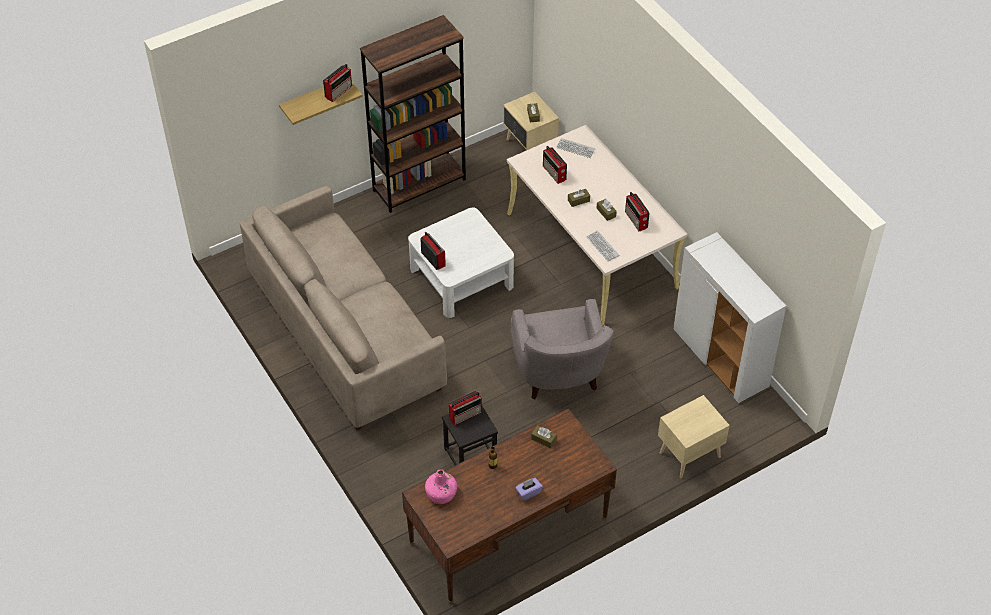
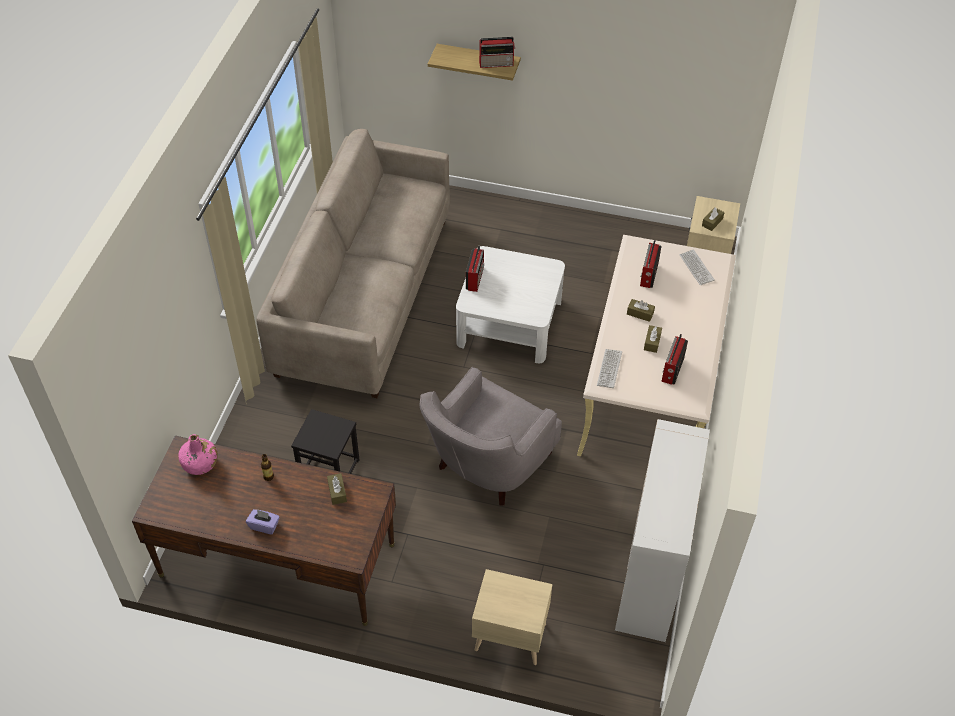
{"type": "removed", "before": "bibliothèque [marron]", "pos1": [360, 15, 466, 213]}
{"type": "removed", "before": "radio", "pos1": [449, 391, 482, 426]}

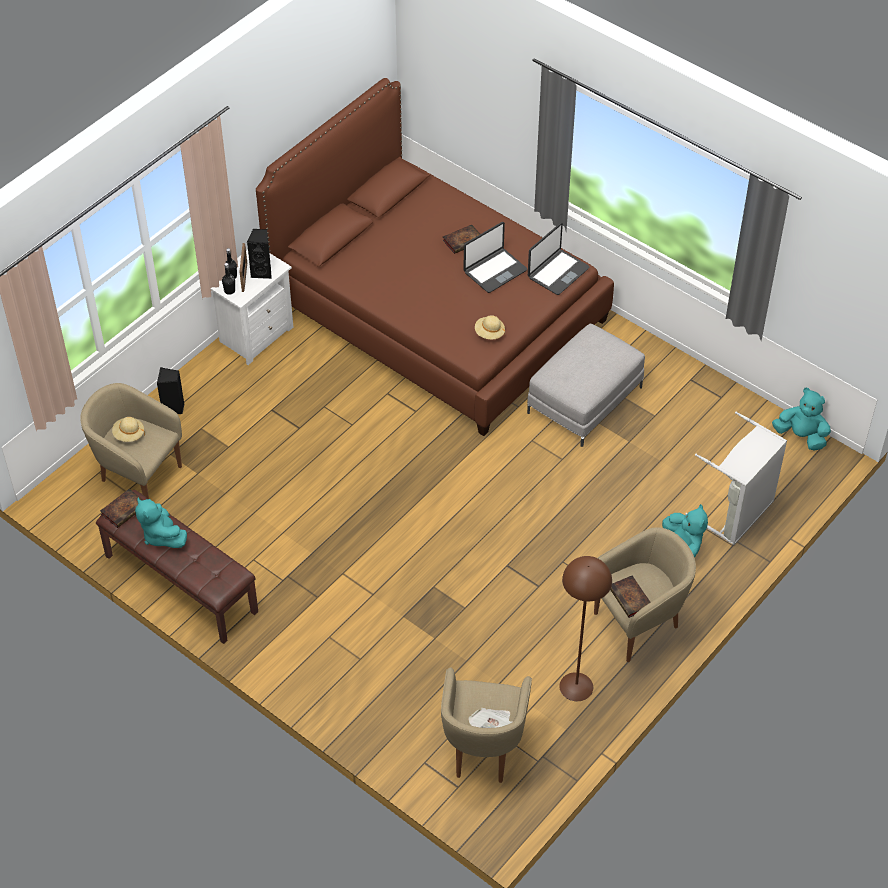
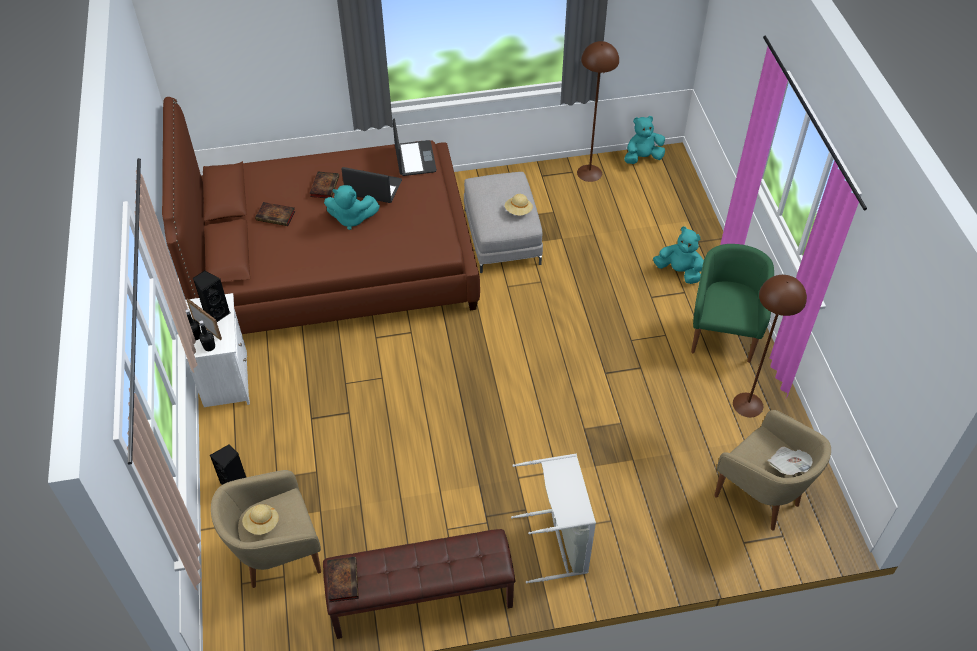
{"type": "turned", "before": "ordinateur portable", "pos1": [464, 222, 527, 293], "pos2": [342, 167, 402, 203], "turn": -75}
{"type": "moved", "before": "chapeau [beige]", "pos1": [475, 315, 505, 339], "pos2": [505, 194, 533, 216]}
{"type": "moved", "before": "panier à linge [gris]", "pos1": [685, 412, 787, 545], "pos2": [511, 454, 596, 584]}
{"type": "moved", "before": "peluche [turquoise]", "pos1": [135, 498, 187, 548], "pos2": [324, 185, 380, 230]}
{"type": "recoloured", "before": "fauteuil [beige]", "after": "fauteuil [vert]", "pos1": [594, 527, 696, 662], "pos2": [691, 244, 774, 363]}
{"type": "moved", "before": "livre", "pos1": [610, 575, 650, 618], "pos2": [255, 202, 295, 226]}
{"type": "added", "after": "lampadaire [marron]", "pos2": [577, 41, 619, 182]}

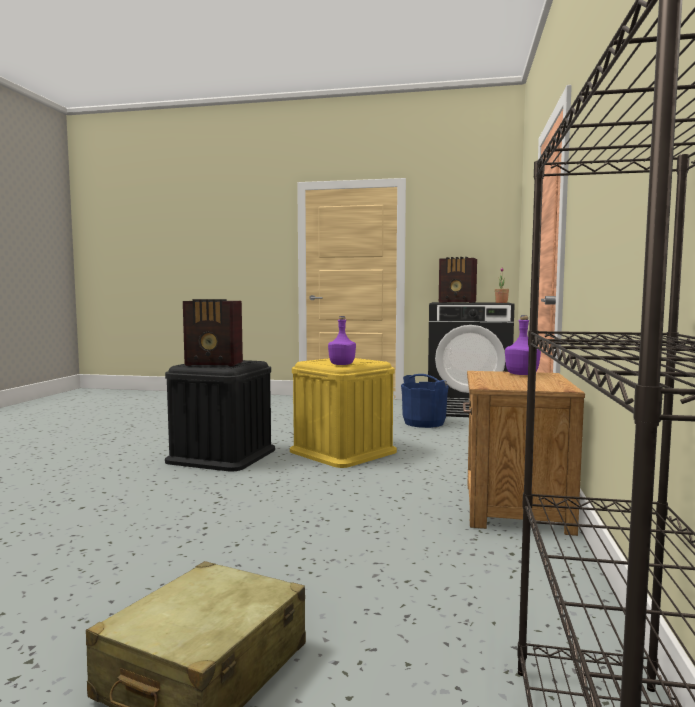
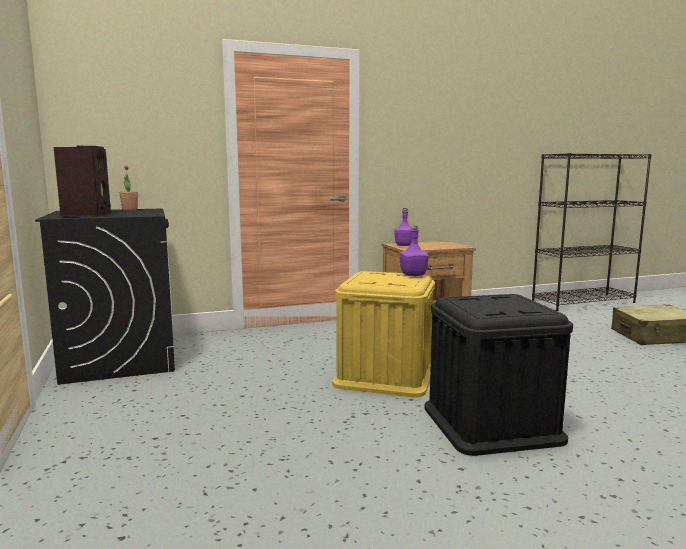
{"type": "removed", "before": "radio", "pos1": [183, 299, 243, 366]}
{"type": "removed", "before": "seau [bleu]", "pos1": [401, 374, 449, 428]}

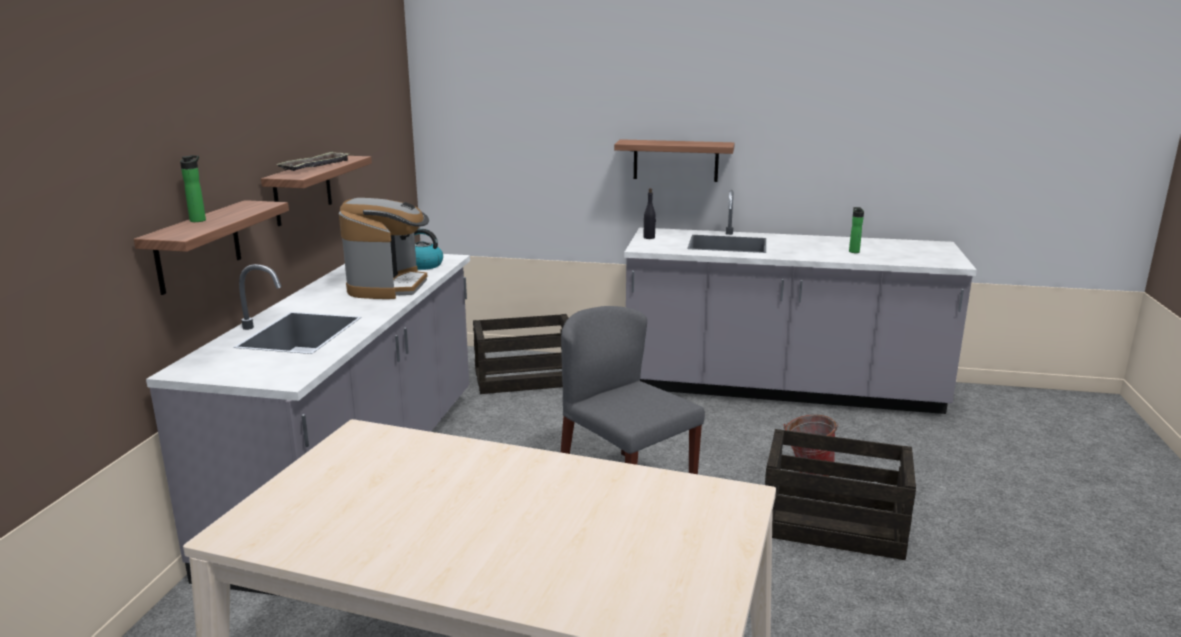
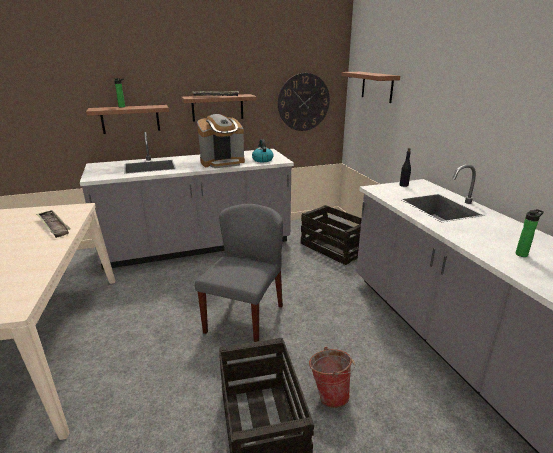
{"type": "moved", "before": "étagère", "pos1": [614, 139, 735, 182], "pos2": [341, 72, 400, 103]}
{"type": "added", "after": "horloge murale", "pos2": [278, 73, 330, 131]}
{"type": "added", "after": "plateau", "pos2": [36, 210, 71, 238]}

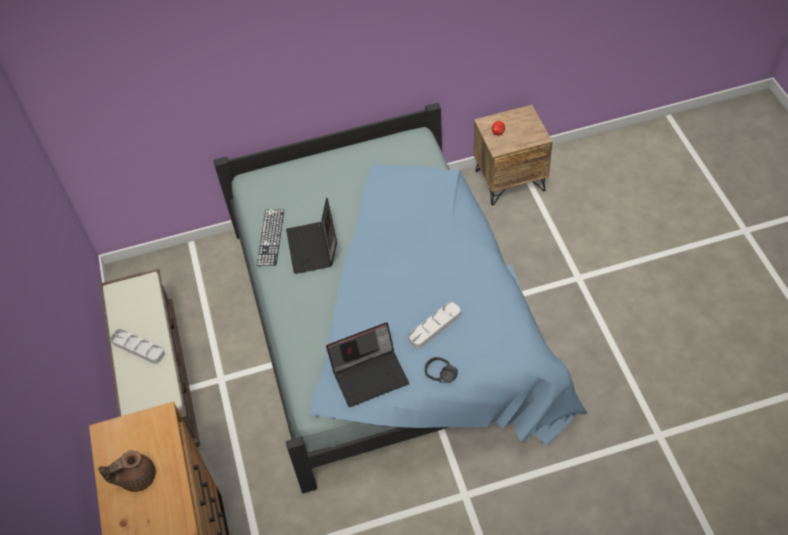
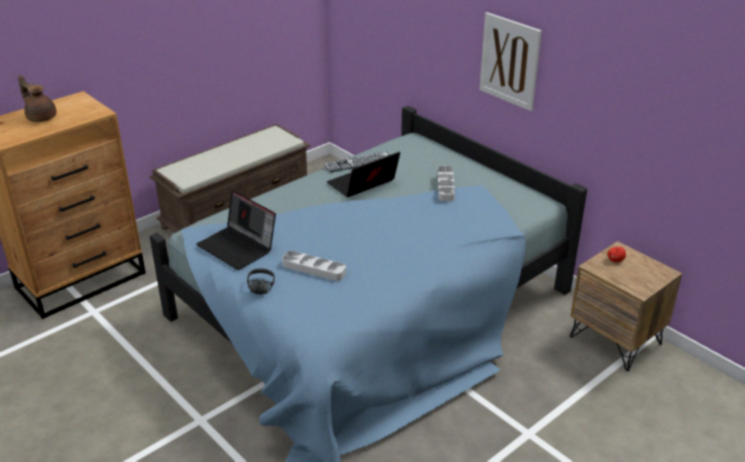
{"type": "moved", "before": "plateau [gris]", "pos1": [110, 329, 165, 364], "pos2": [437, 166, 455, 201]}
{"type": "added", "after": "tableau", "pos2": [479, 12, 542, 111]}

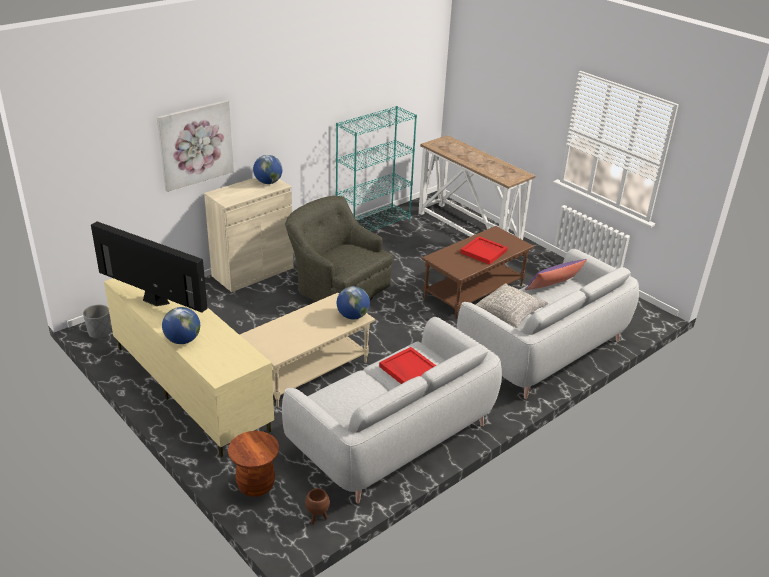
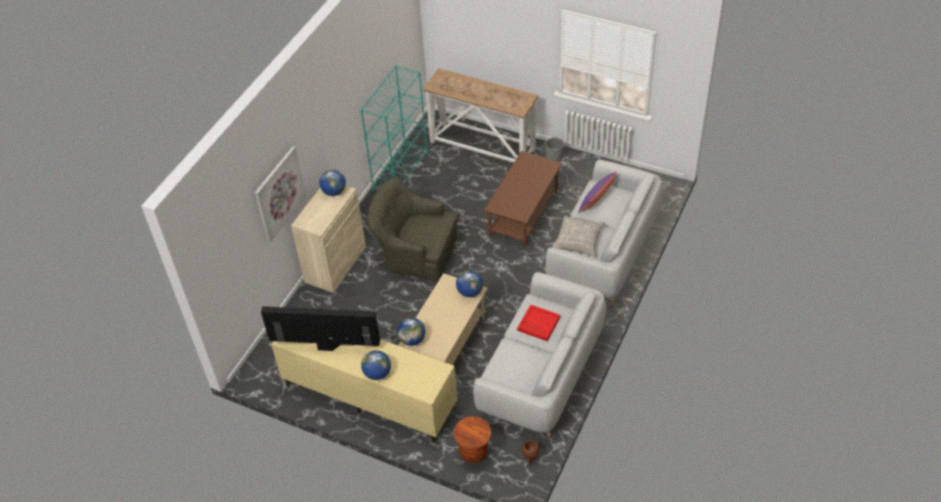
{"type": "removed", "before": "plateau [rouge]", "pos1": [460, 236, 508, 265]}
{"type": "moved", "before": "cache-pot [gris]", "pos1": [83, 304, 112, 338], "pos2": [545, 137, 564, 162]}
{"type": "added", "after": "globe", "pos2": [397, 318, 425, 346]}

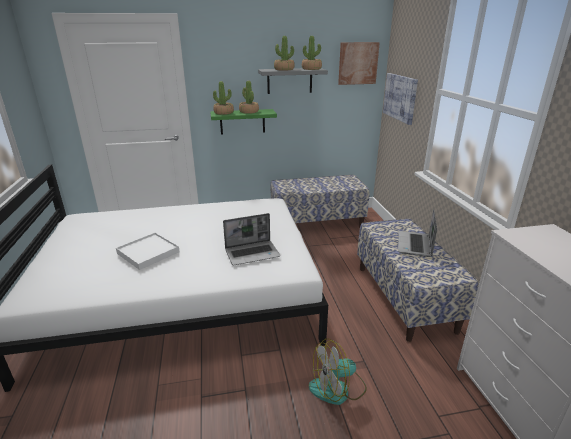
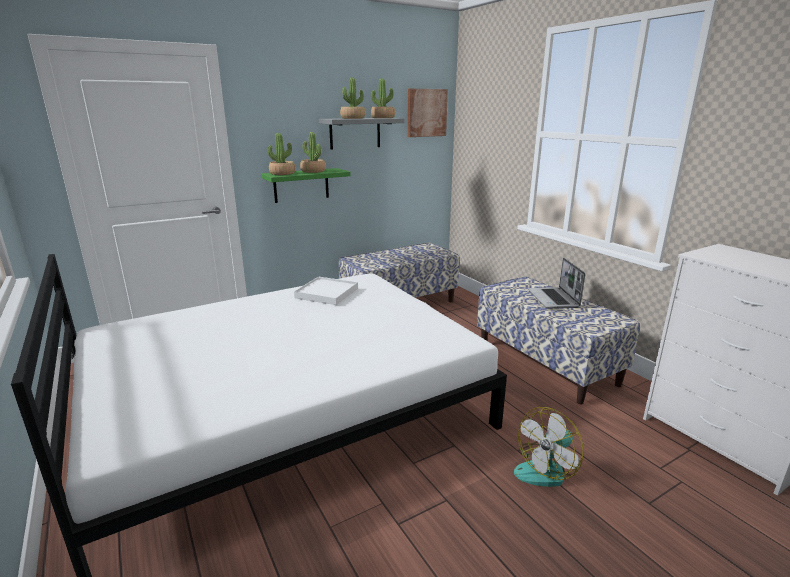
{"type": "removed", "before": "tableau", "pos1": [383, 73, 418, 125]}
{"type": "removed", "before": "ordinateur portable", "pos1": [223, 213, 280, 266]}
{"type": "moved", "before": "plateau [blanc]", "pos1": [116, 233, 180, 270], "pos2": [294, 277, 358, 305]}

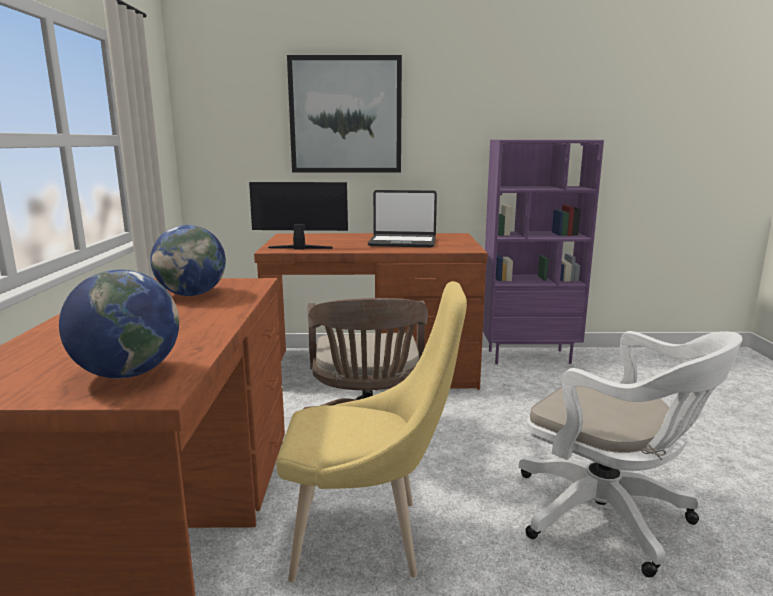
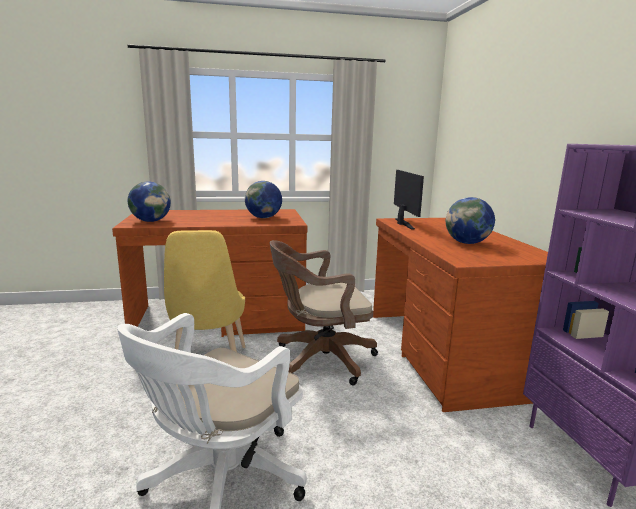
{"type": "removed", "before": "tableau", "pos1": [287, 55, 402, 173]}
{"type": "replaced", "before": "ordinateur portable", "after": "globe", "pos1": [368, 190, 437, 247], "pos2": [446, 197, 495, 244]}

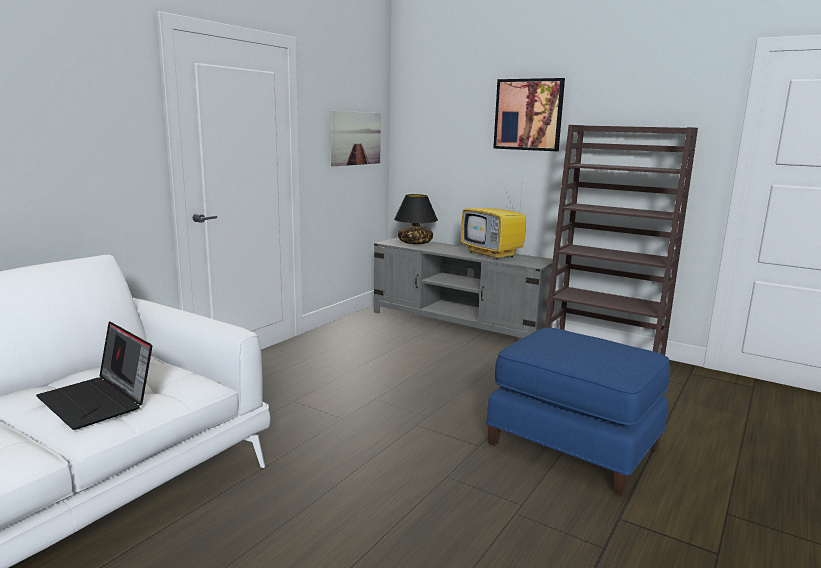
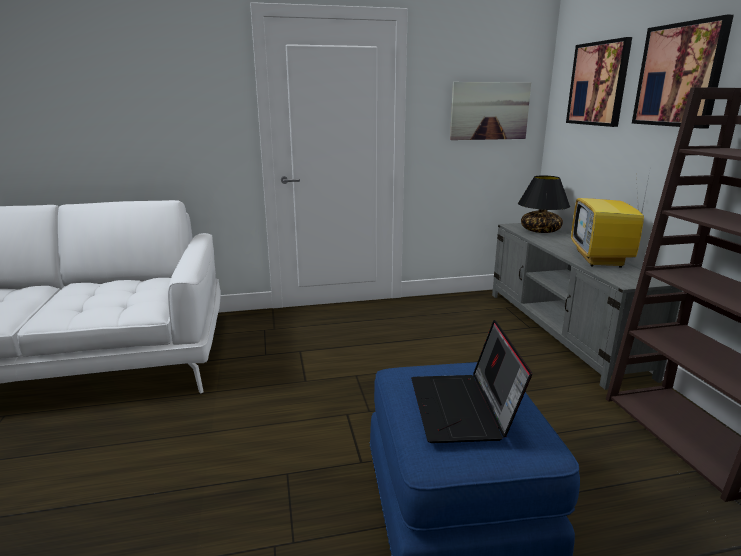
{"type": "moved", "before": "ordinateur portable", "pos1": [36, 321, 152, 430], "pos2": [411, 320, 532, 443]}
{"type": "added", "after": "tableau", "pos2": [566, 37, 632, 127]}

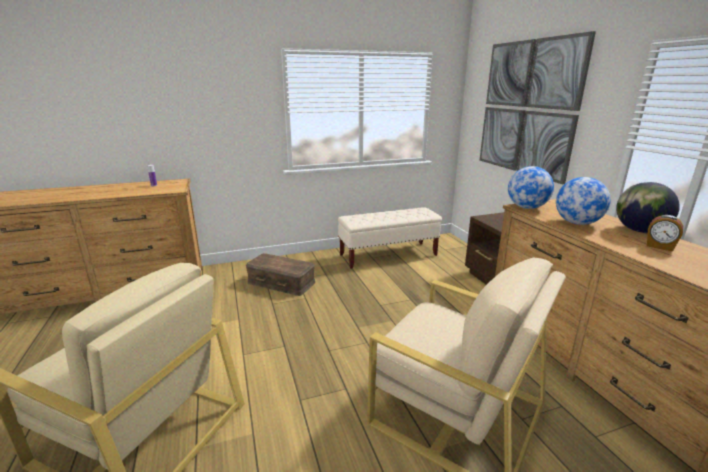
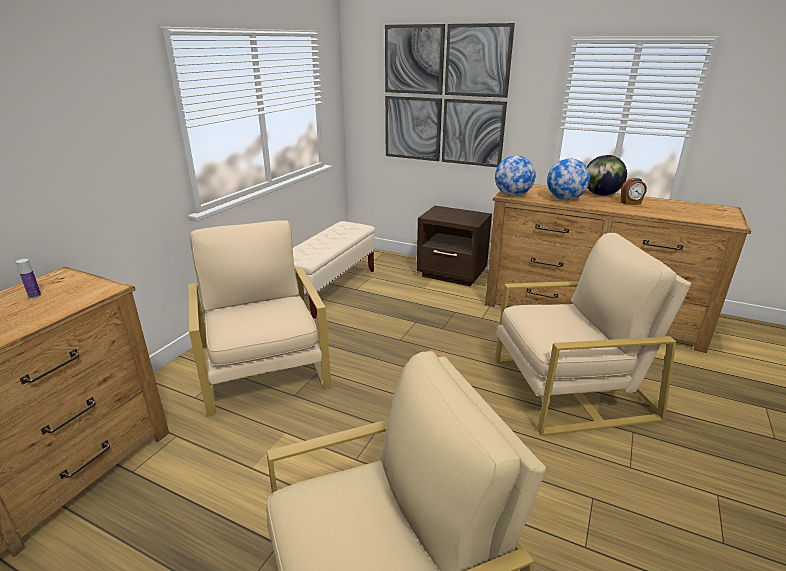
{"type": "replaced", "before": "boîte de rangement [marron]", "after": "fauteuil [beige]", "pos1": [246, 253, 315, 296], "pos2": [188, 220, 331, 417]}

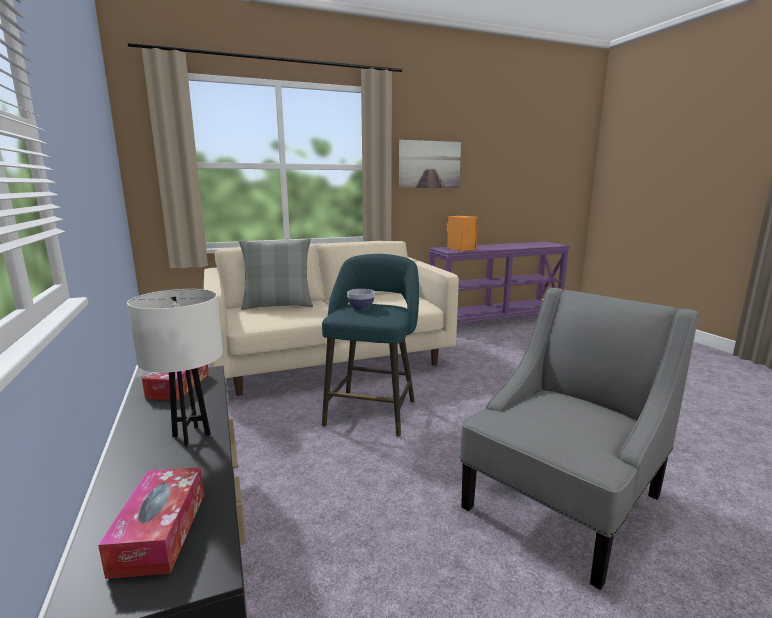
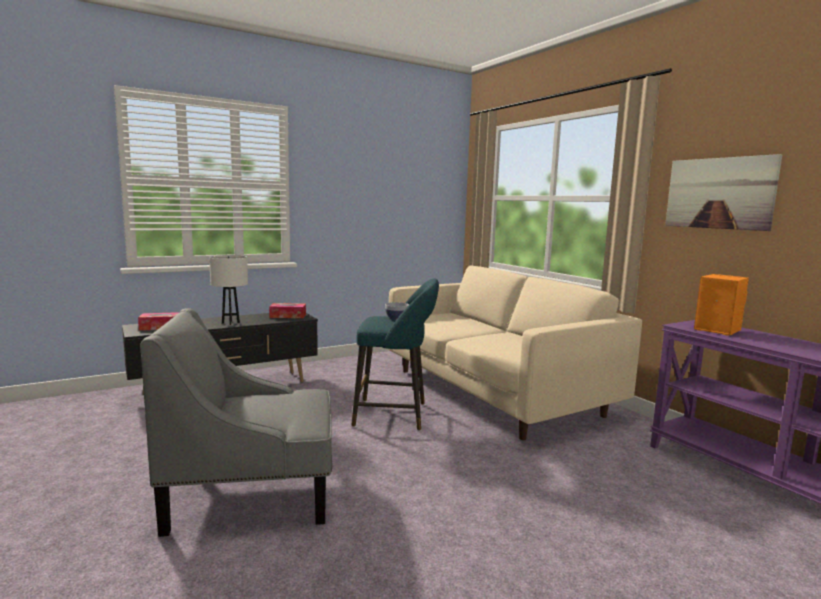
{"type": "removed", "before": "coussin [gris]", "pos1": [239, 239, 313, 310]}
{"type": "turned", "before": "fauteuil [gris]", "pos1": [459, 287, 699, 590], "pos2": [141, 308, 332, 537], "turn": 135}

